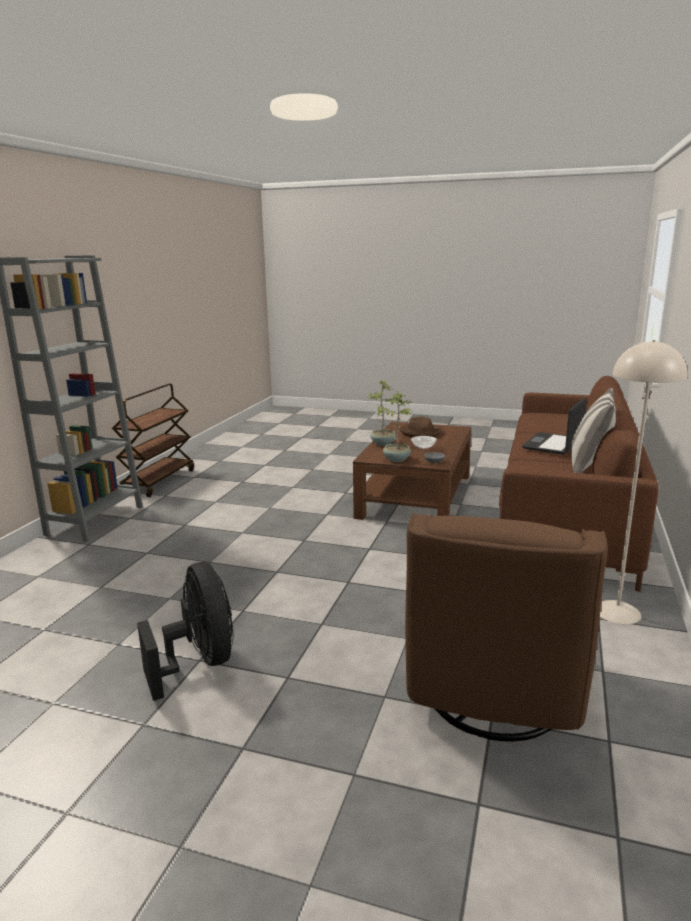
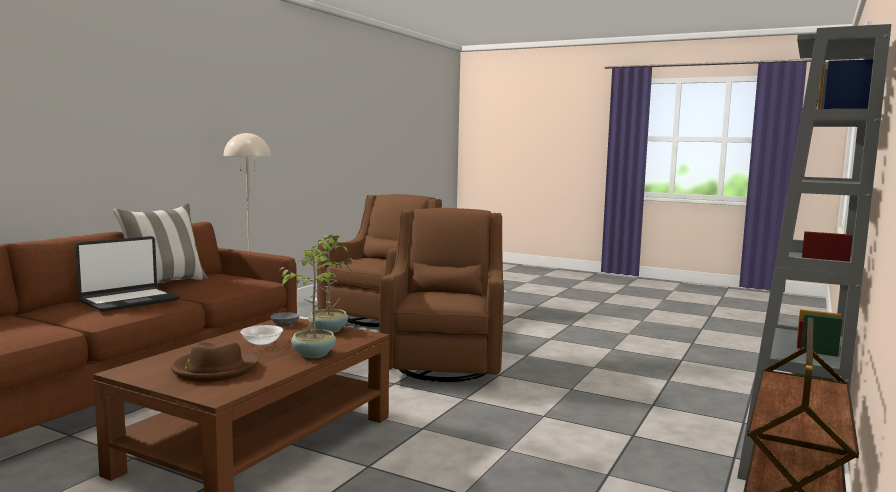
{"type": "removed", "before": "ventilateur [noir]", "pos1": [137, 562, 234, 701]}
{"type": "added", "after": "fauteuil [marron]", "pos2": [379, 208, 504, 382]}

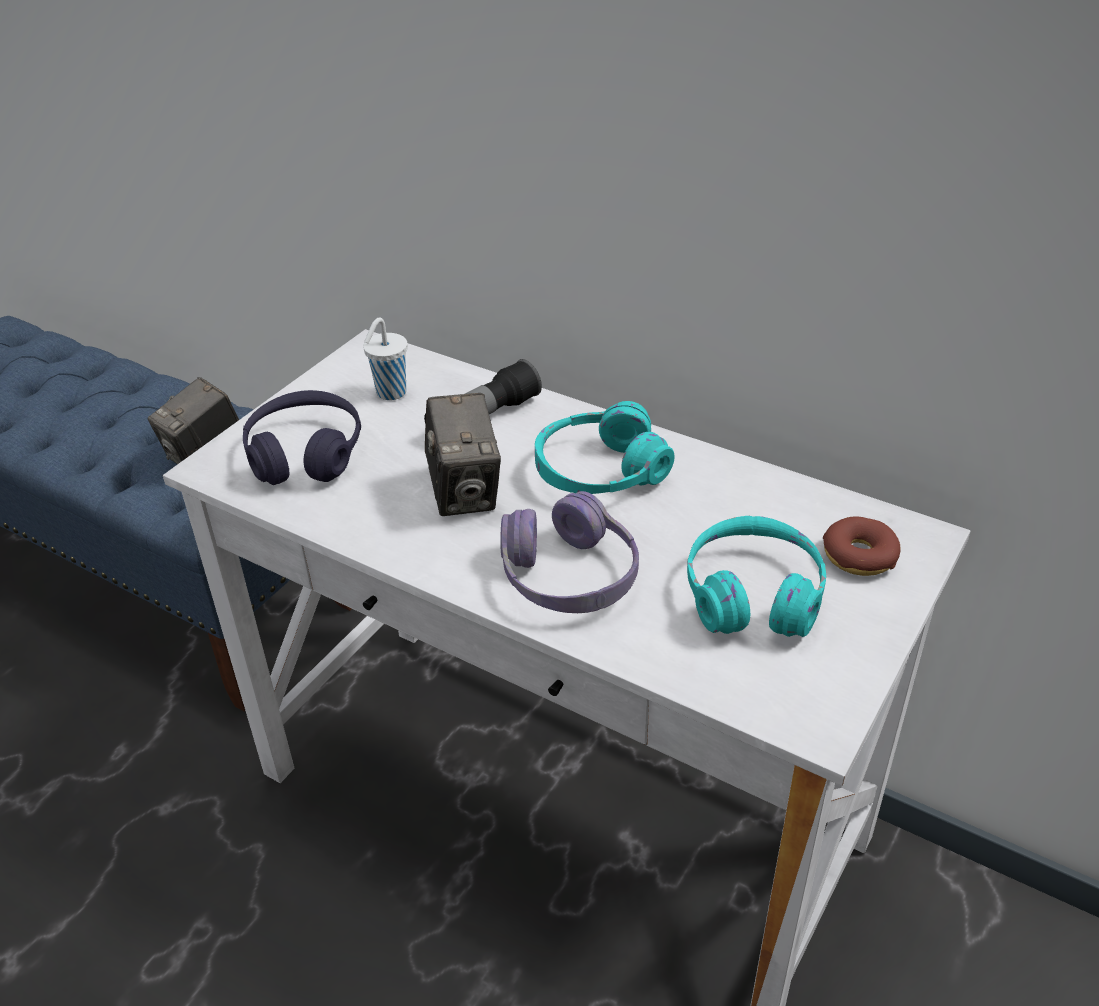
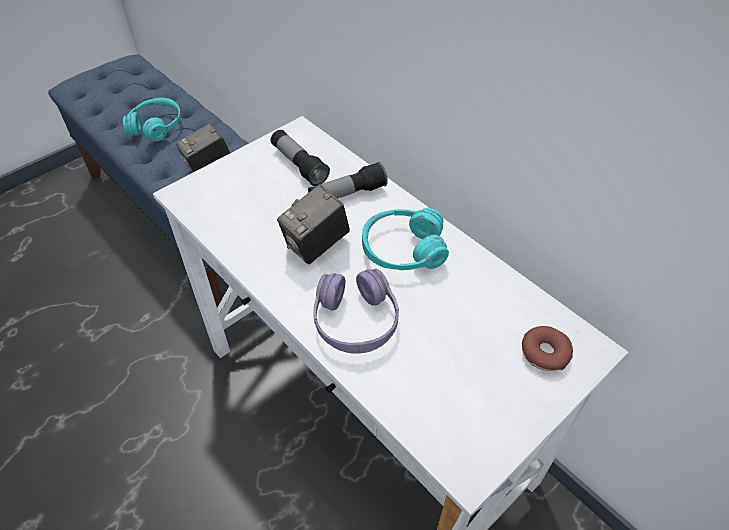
{"type": "replaced", "before": "tasse [blanc]", "after": "lampe de poche", "pos1": [363, 318, 408, 400], "pos2": [271, 130, 330, 186]}
{"type": "removed", "before": "casque audio [violet]", "pos1": [243, 390, 361, 485]}
{"type": "turned", "before": "appareil photo", "pos1": [425, 393, 501, 516], "pos2": [277, 184, 350, 264], "turn": 45}
{"type": "moved", "before": "casque audio [turquoise]", "pos1": [687, 516, 826, 637], "pos2": [123, 98, 181, 141]}

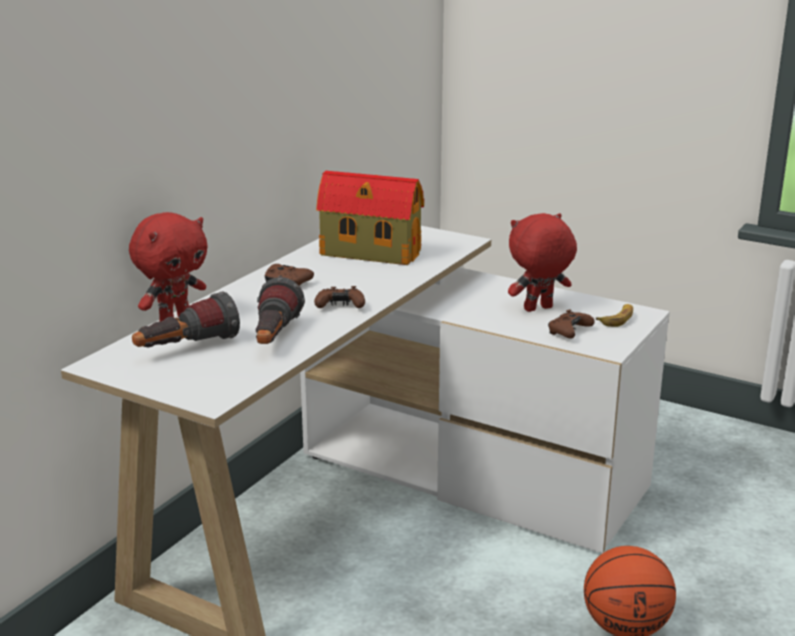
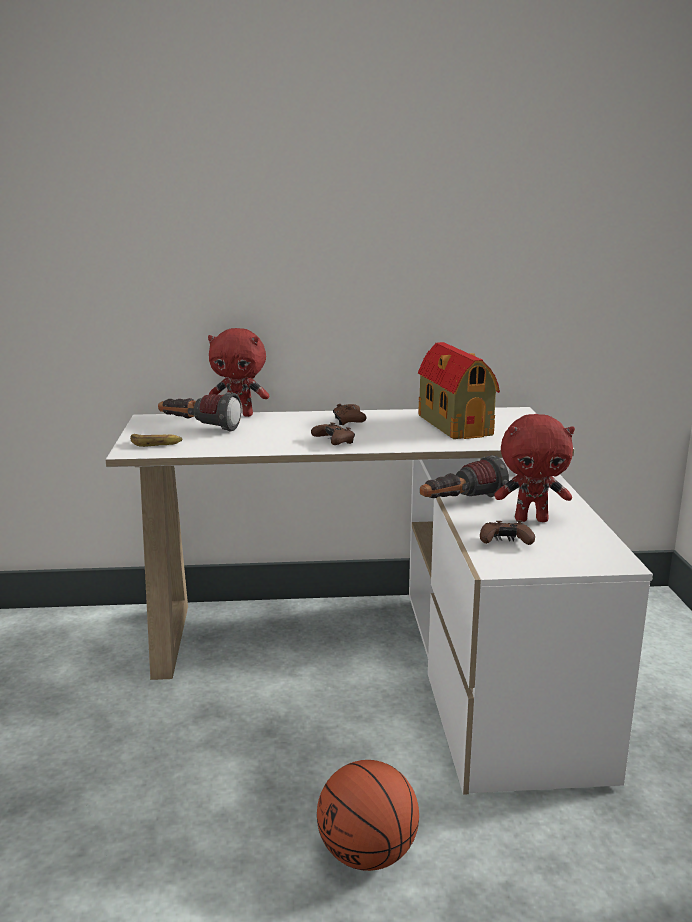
{"type": "turned", "before": "peluche [rouge]", "pos1": [508, 213, 577, 312], "pos2": [494, 414, 575, 522], "turn": 150}
{"type": "moved", "before": "lampe de poche", "pos1": [255, 277, 305, 344], "pos2": [420, 455, 509, 498]}
{"type": "moved", "before": "banane", "pos1": [595, 304, 633, 327], "pos2": [130, 434, 182, 447]}

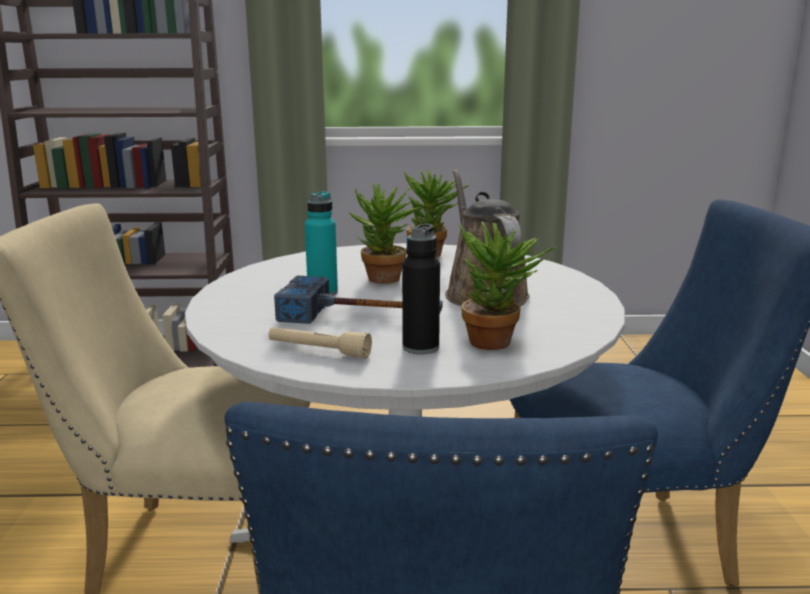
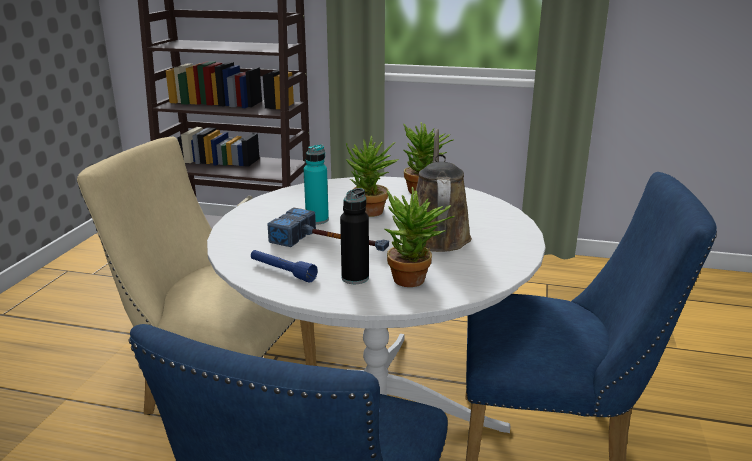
{"type": "recoloured", "before": "lampe de poche [beige]", "after": "lampe de poche [bleu]", "pos1": [269, 327, 372, 359], "pos2": [251, 250, 318, 283]}

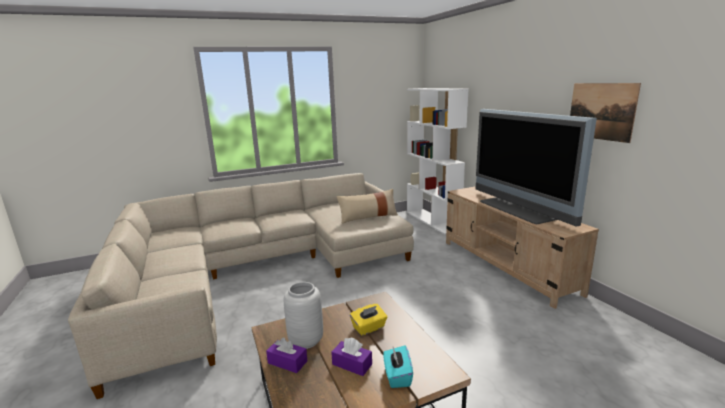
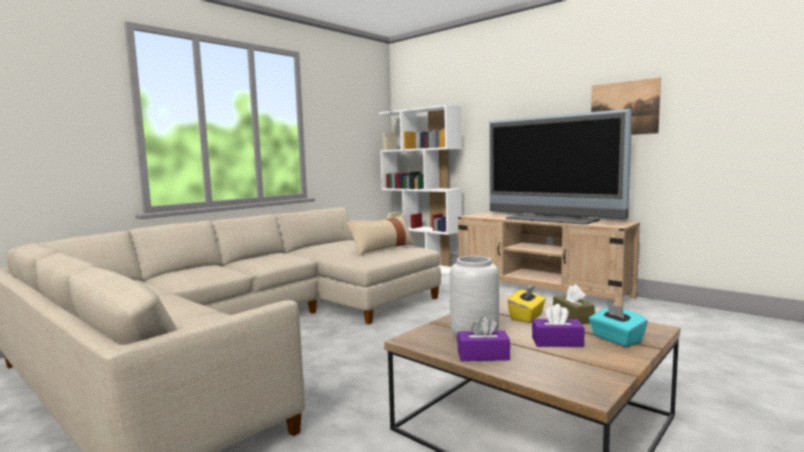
{"type": "added", "after": "boîte à mouchoirs [marron]", "pos2": [553, 284, 595, 324]}

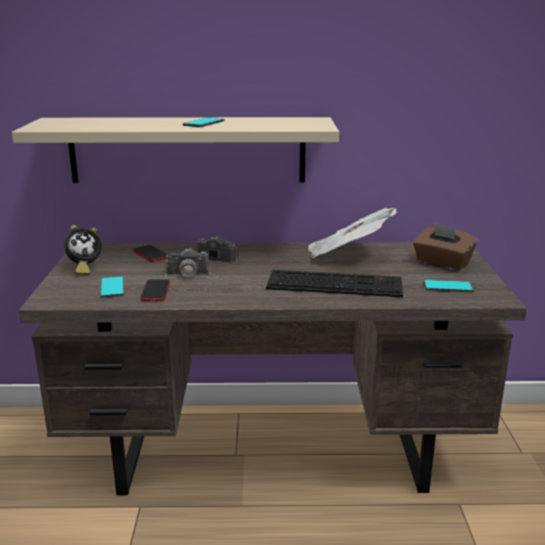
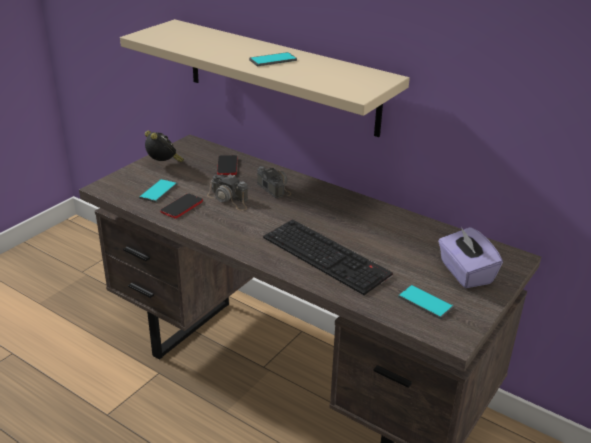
{"type": "removed", "before": "journal", "pos1": [308, 208, 397, 258]}
{"type": "recoloured", "before": "boîte à mouchoirs [marron]", "after": "boîte à mouchoirs [violet]", "pos1": [413, 222, 477, 271], "pos2": [438, 227, 503, 288]}
{"type": "turned", "before": "réveil", "pos1": [64, 225, 102, 275], "pos2": [145, 131, 184, 162], "turn": -135}

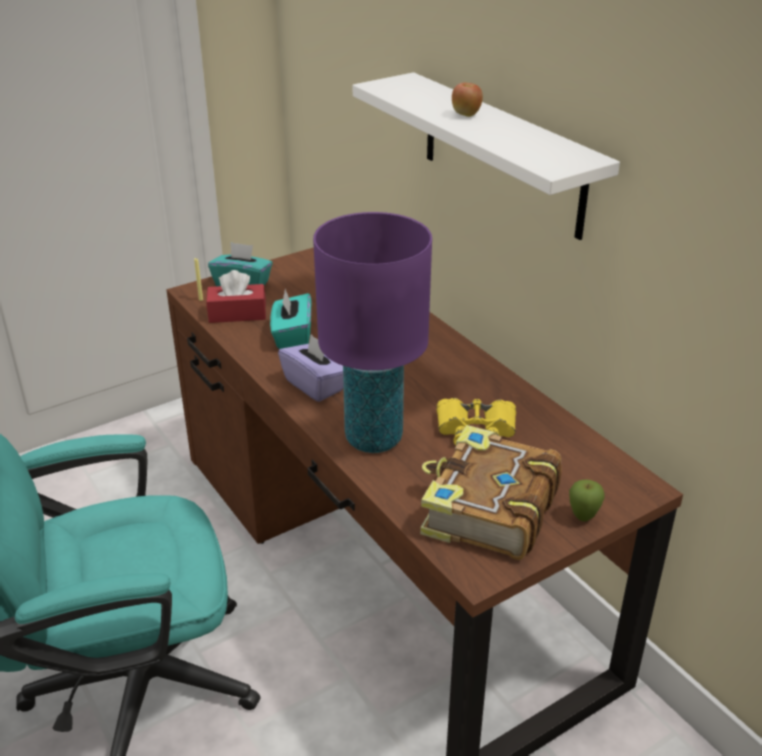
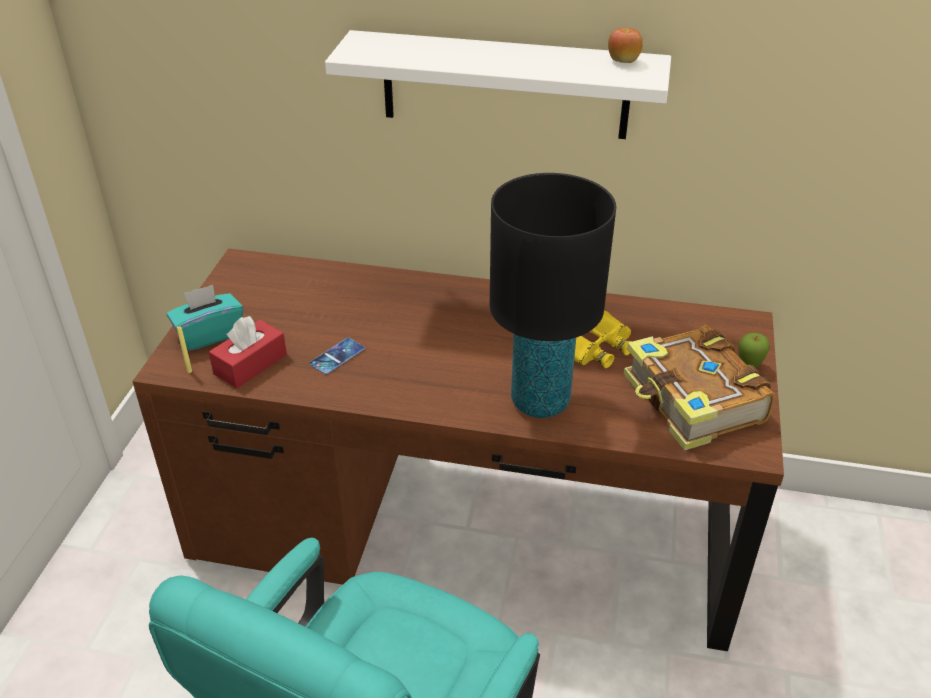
{"type": "moved", "before": "pomme", "pos1": [452, 83, 483, 117], "pos2": [608, 28, 643, 63]}
{"type": "recoloured", "before": "lampe de table [violet]", "after": "lampe de table [noir]", "pos1": [313, 212, 432, 453], "pos2": [490, 173, 616, 418]}
{"type": "replaced", "before": "boîte à mouchoirs [turquoise]", "after": "téléphone", "pos1": [270, 289, 311, 349], "pos2": [309, 337, 365, 375]}
{"type": "removed", "before": "boîte à mouchoirs [violet]", "pos1": [278, 334, 343, 402]}

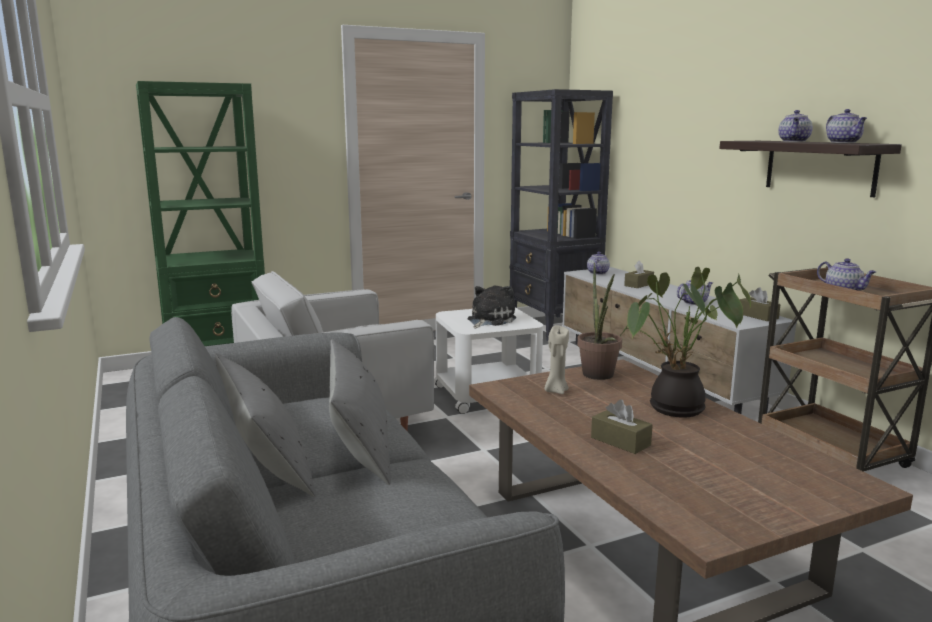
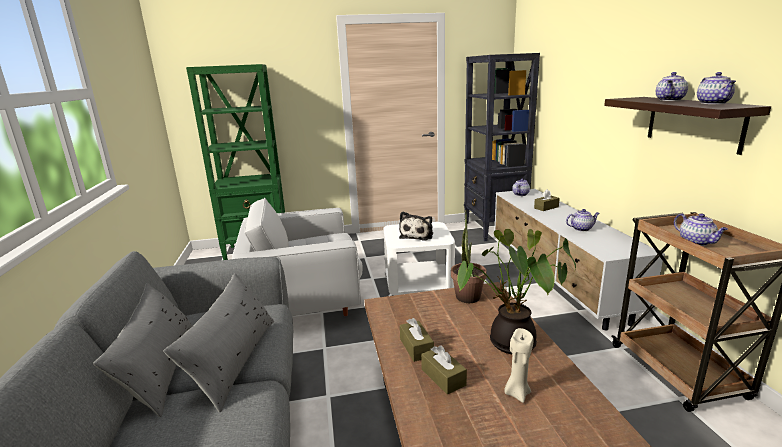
{"type": "turned", "before": "peluche", "pos1": [468, 285, 516, 328], "pos2": [399, 212, 433, 241], "turn": 150}
{"type": "moved", "before": "boîte à mouchoirs [marron]", "pos1": [739, 287, 781, 321], "pos2": [400, 318, 434, 362]}
{"type": "moved", "before": "bougie [beige]", "pos1": [544, 325, 569, 394], "pos2": [504, 328, 533, 403]}

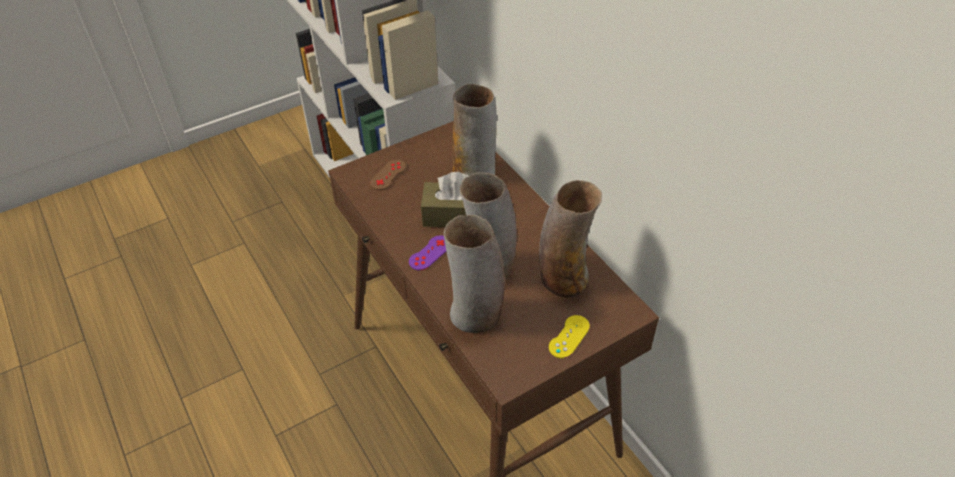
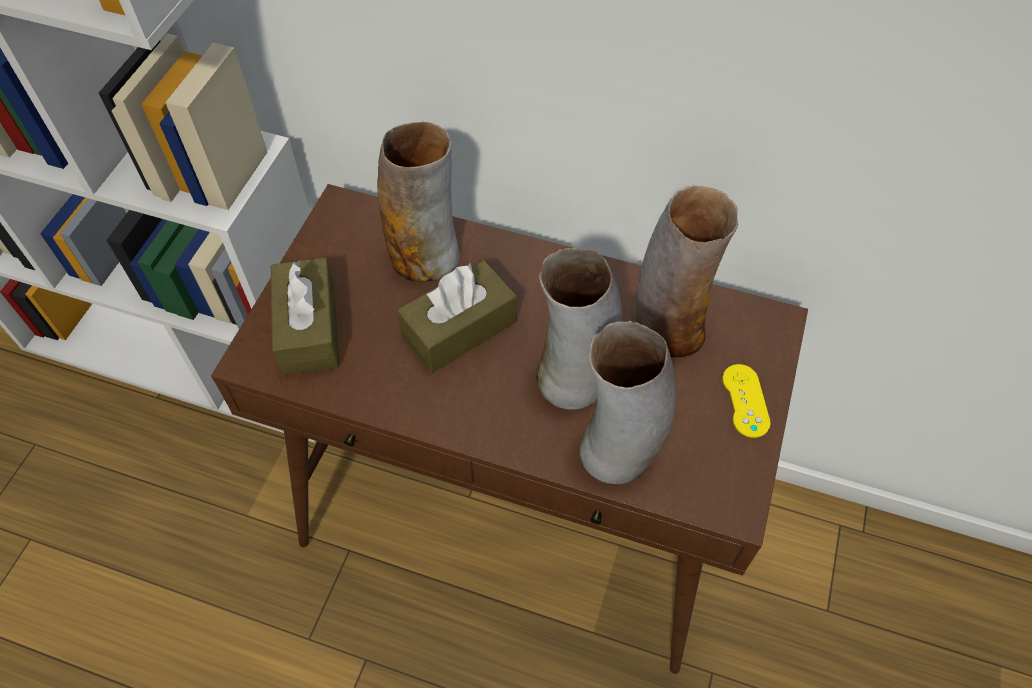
{"type": "replaced", "before": "manette [marron]", "after": "boîte à mouchoirs [marron]", "pos1": [370, 160, 406, 190], "pos2": [271, 258, 340, 375]}
{"type": "removed", "before": "manette [violet]", "pos1": [409, 236, 446, 270]}

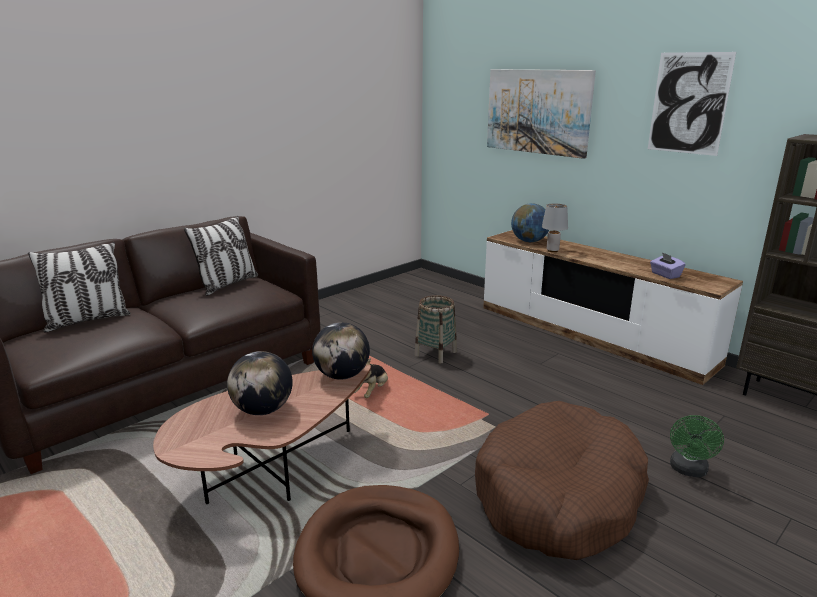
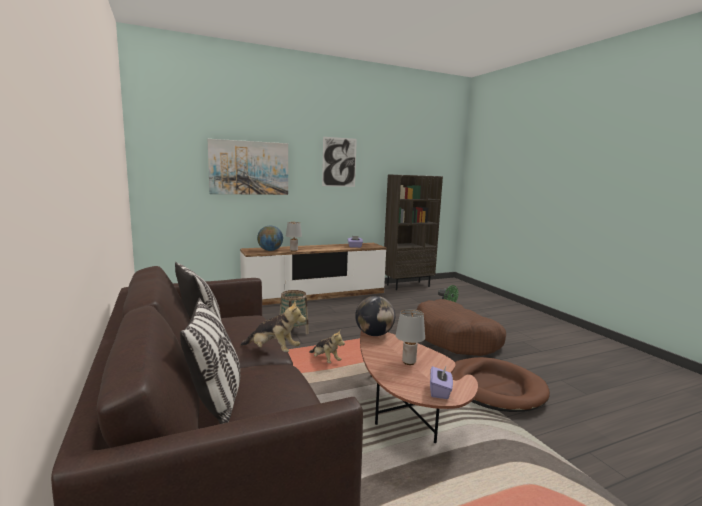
{"type": "replaced", "before": "globe", "after": "lampe de table [gris]", "pos1": [227, 351, 293, 415], "pos2": [396, 309, 425, 365]}
{"type": "added", "after": "peluche", "pos2": [240, 301, 306, 352]}
{"type": "added", "after": "boîte à mouchoirs [violet]", "pos2": [430, 366, 453, 399]}

